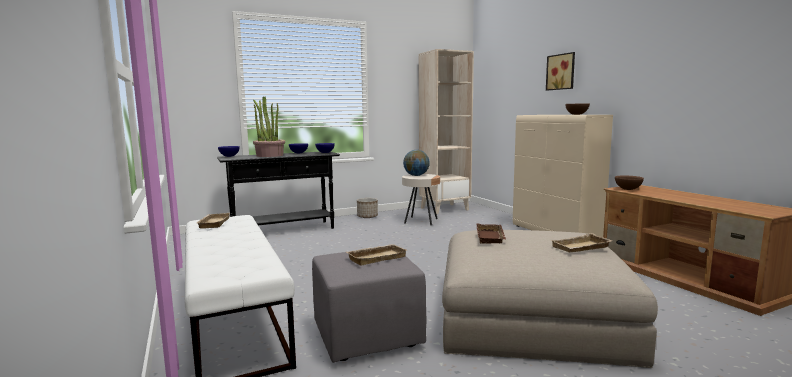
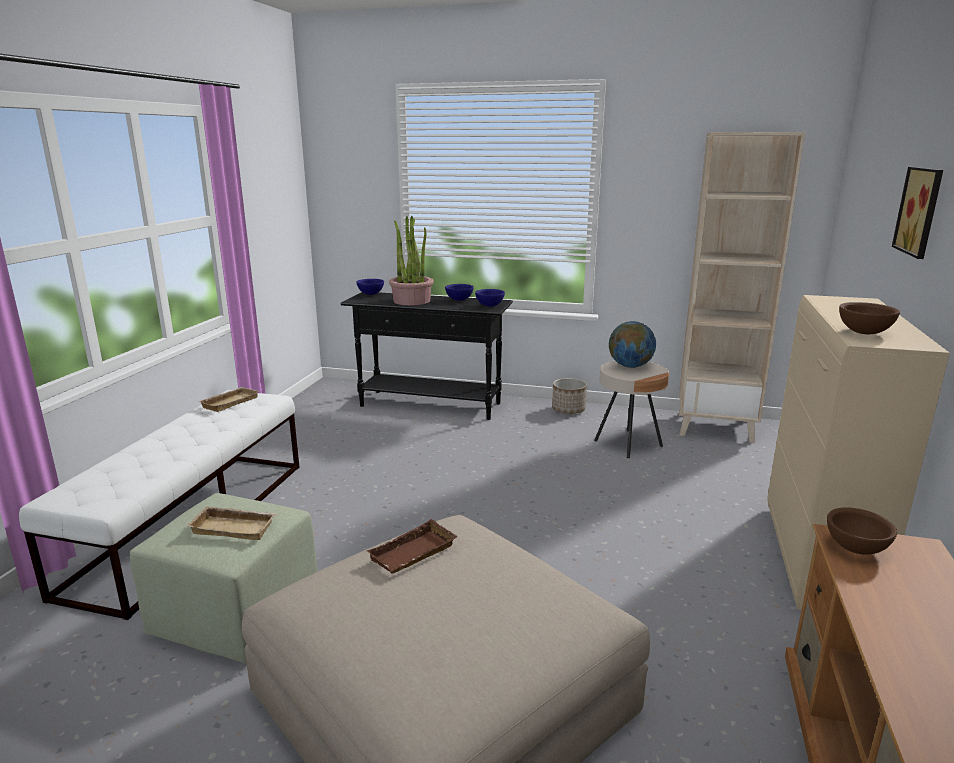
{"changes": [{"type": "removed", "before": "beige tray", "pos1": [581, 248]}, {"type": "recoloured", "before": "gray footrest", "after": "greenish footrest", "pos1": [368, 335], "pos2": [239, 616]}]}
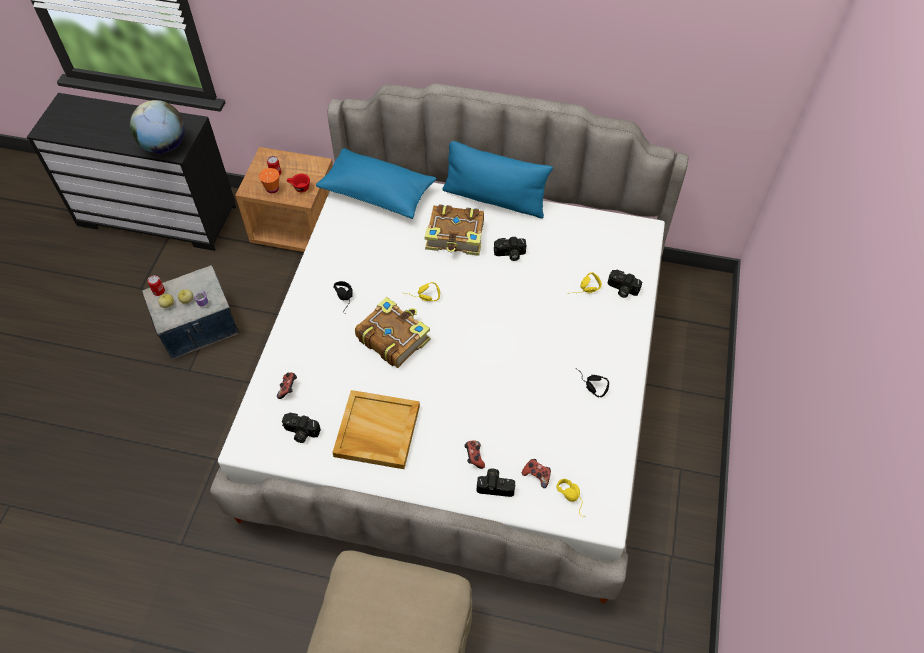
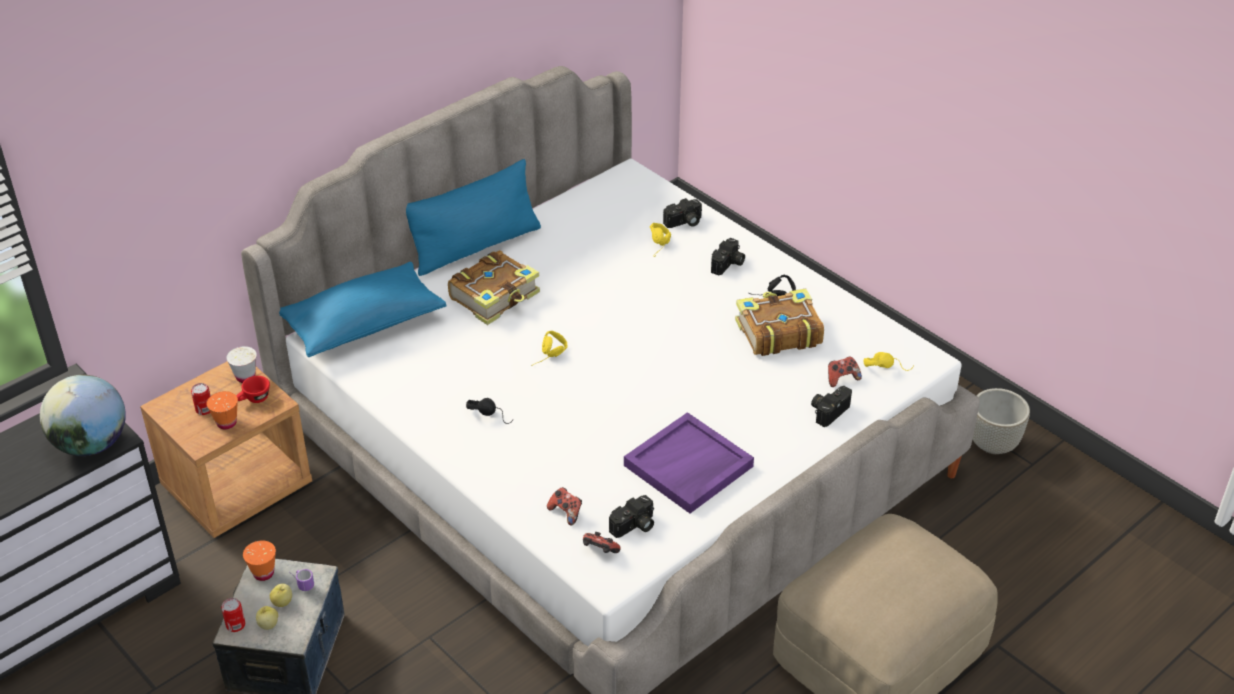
{"changes": [{"type": "moved", "before": "photo camera", "pos1": [509, 254], "pos2": [728, 265]}, {"type": "moved", "before": "volume", "pos1": [393, 338], "pos2": [777, 332]}, {"type": "recoloured", "before": "beige tray", "after": "purple tray", "pos1": [376, 431], "pos2": [688, 467]}, {"type": "moved", "before": "game controller", "pos1": [474, 457], "pos2": [599, 551]}, {"type": "added", "after": "whitish drinking cup", "pos2": [245, 377]}, {"type": "added", "after": "gray flower pot", "pos2": [993, 444]}, {"type": "added", "after": "orange-coloured drinking cup", "pos2": [263, 573]}]}
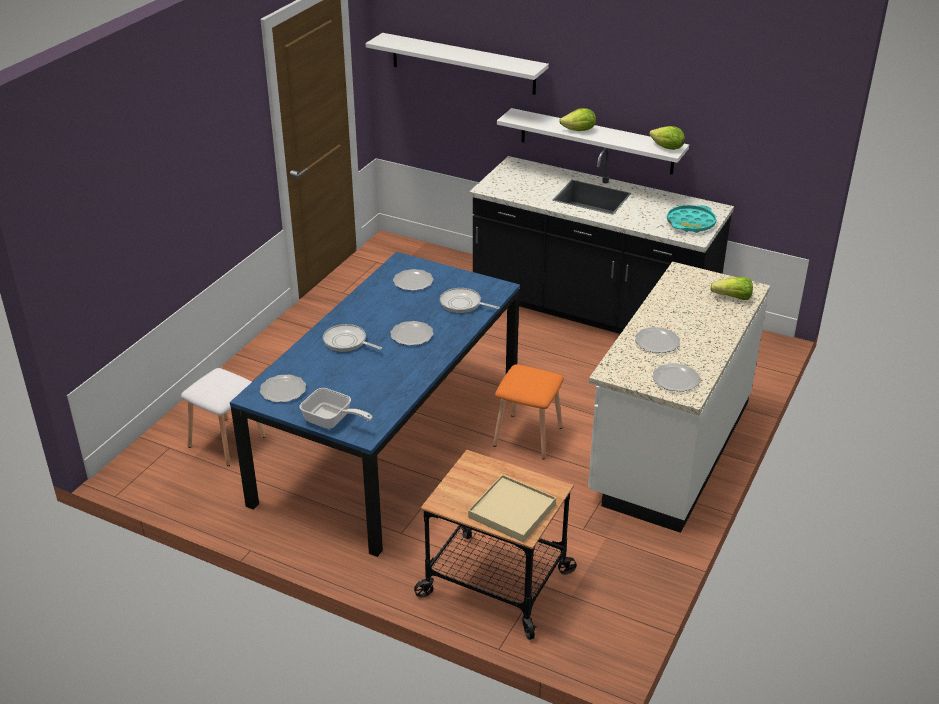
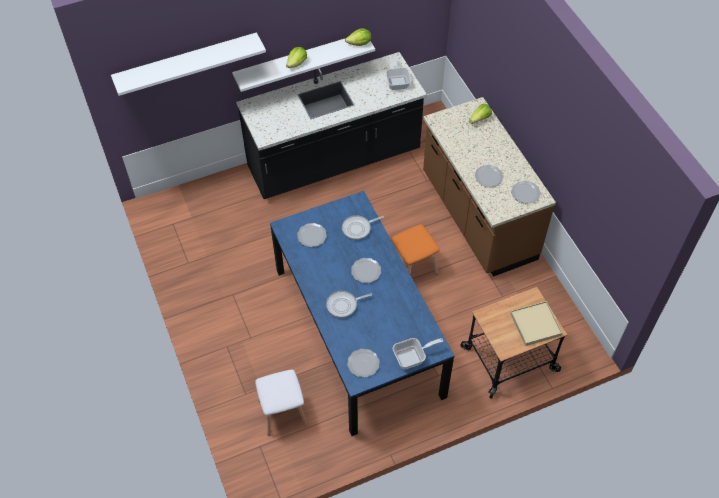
{"changes": [{"type": "replaced", "before": "turquoise tray", "after": "frying pan", "pos1": [690, 223], "pos2": [397, 81]}, {"type": "recoloured", "before": "whitish kitchen counter", "after": "brown kitchen counter", "pos1": [669, 448], "pos2": [477, 217]}]}
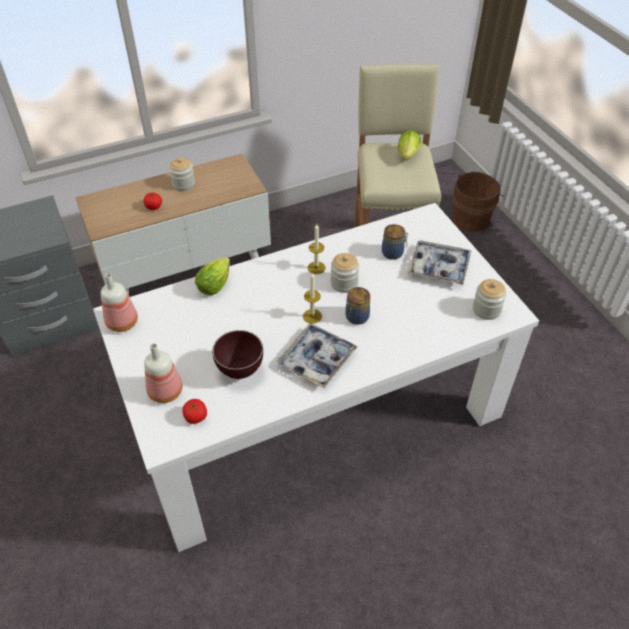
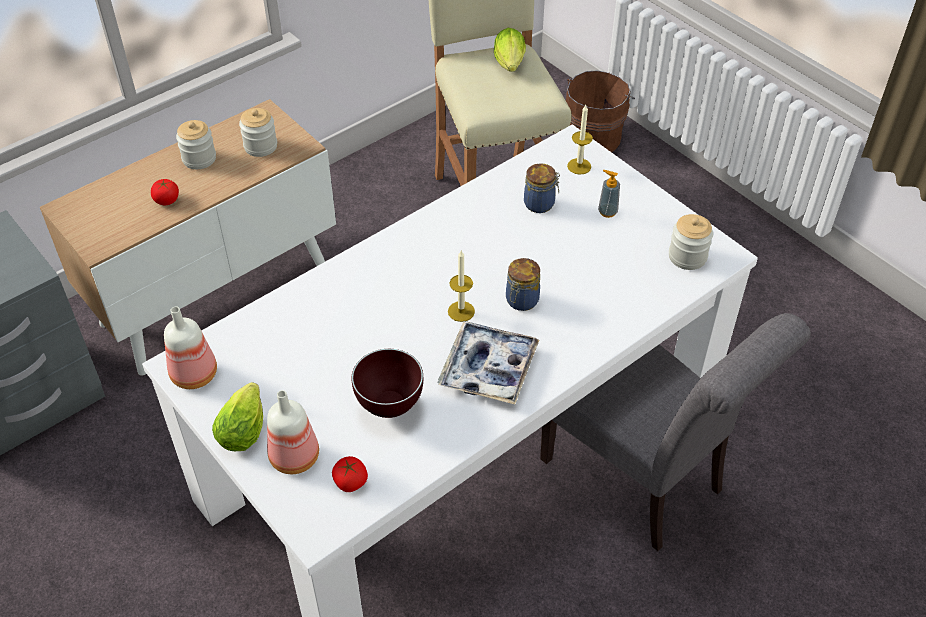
{"changes": [{"type": "moved", "before": "wax candle", "pos1": [316, 267], "pos2": [579, 166]}, {"type": "replaced", "before": "tray", "after": "soap dispenser", "pos1": [439, 267], "pos2": [607, 212]}, {"type": "moved", "before": "jar", "pos1": [344, 283], "pos2": [260, 146]}, {"type": "moved", "before": "head of lettuce", "pos1": [216, 283], "pos2": [244, 428]}, {"type": "added", "after": "gray chair", "pos2": [641, 480]}]}
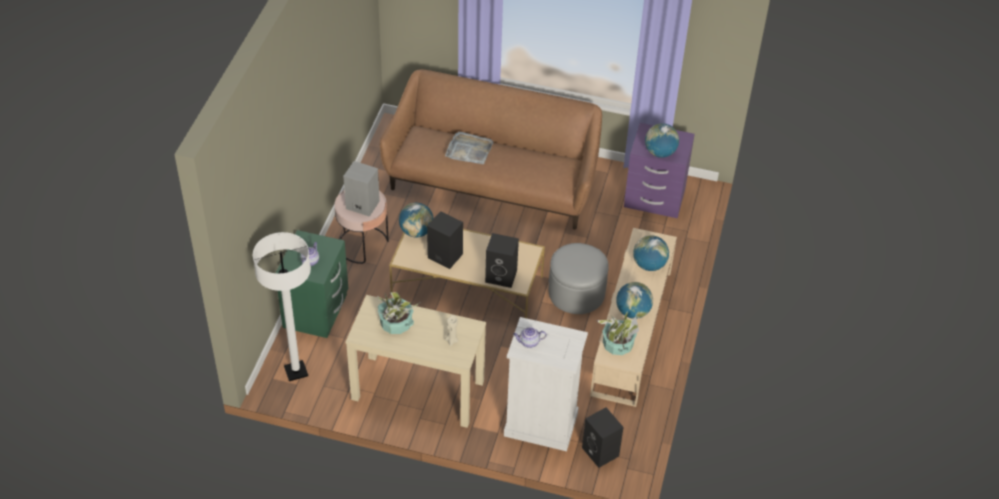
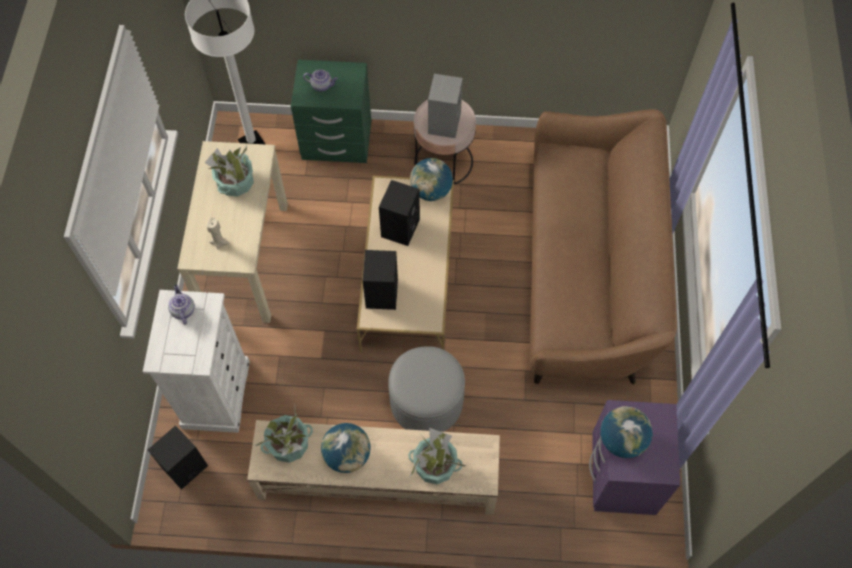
{"changes": [{"type": "removed", "before": "gray tray", "pos1": [469, 150]}, {"type": "replaced", "before": "desk globe", "after": "plant in a pot", "pos1": [649, 265], "pos2": [435, 465]}]}
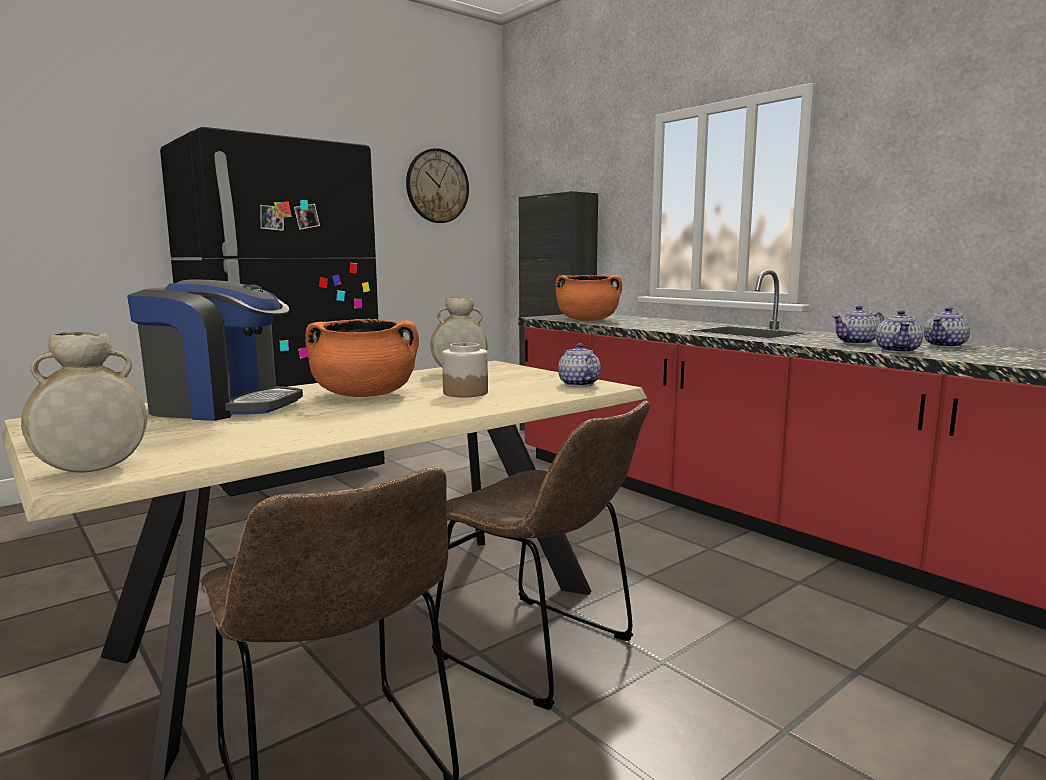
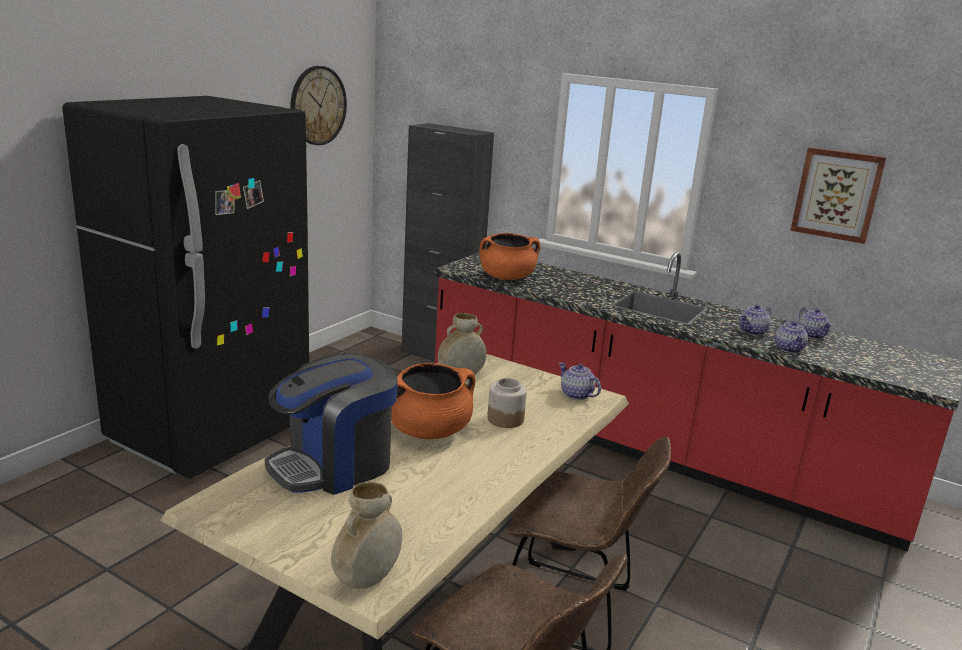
{"changes": [{"type": "turned", "before": "coffee maker", "pos1": [222, 407], "pos2": [334, 465], "turn": 150}, {"type": "turned", "before": "tea pot", "pos1": [945, 345], "pos2": [812, 335], "turn": -45}, {"type": "added", "after": "wall picture", "pos2": [837, 194]}]}
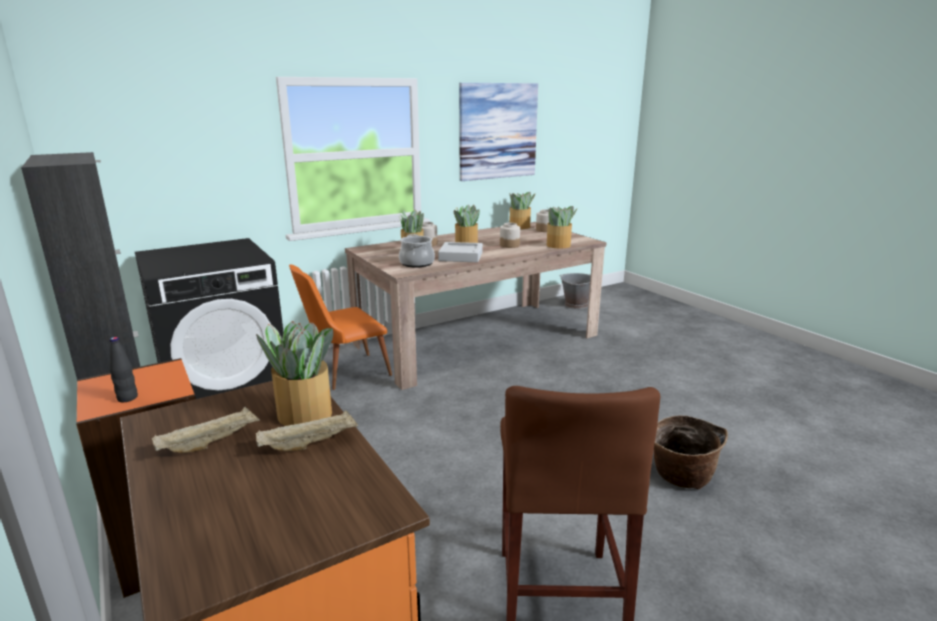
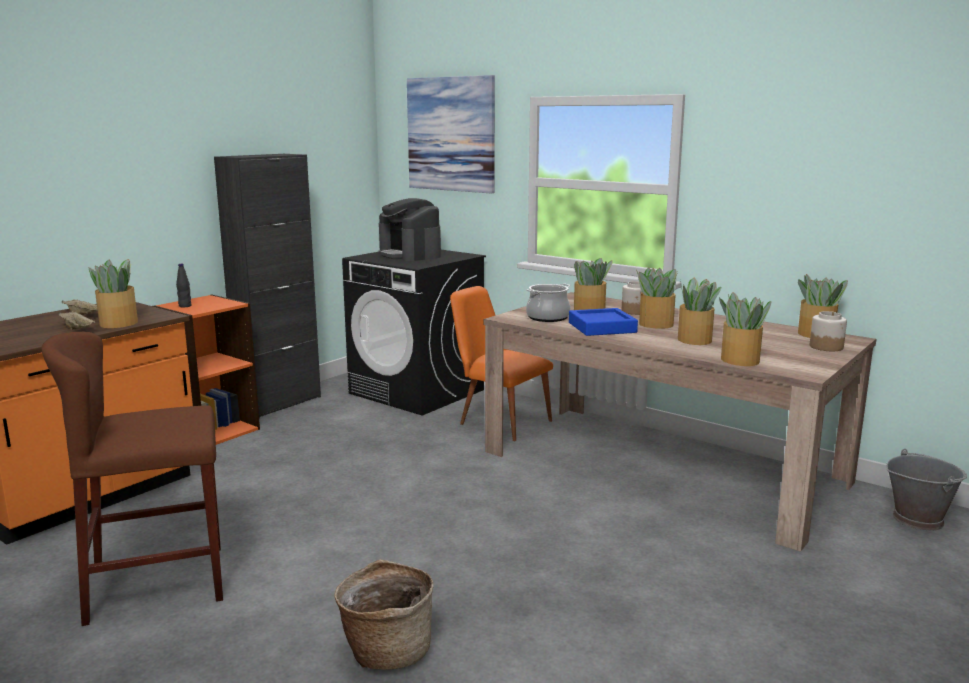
{"changes": [{"type": "moved", "before": "wall picture", "pos1": [498, 131], "pos2": [451, 134]}, {"type": "replaced", "before": "jar", "after": "plant in a pot", "pos1": [510, 245], "pos2": [694, 339]}, {"type": "recoloured", "before": "gray tray", "after": "blue tray", "pos1": [461, 256], "pos2": [602, 327]}, {"type": "added", "after": "coffee maker", "pos2": [410, 255]}]}
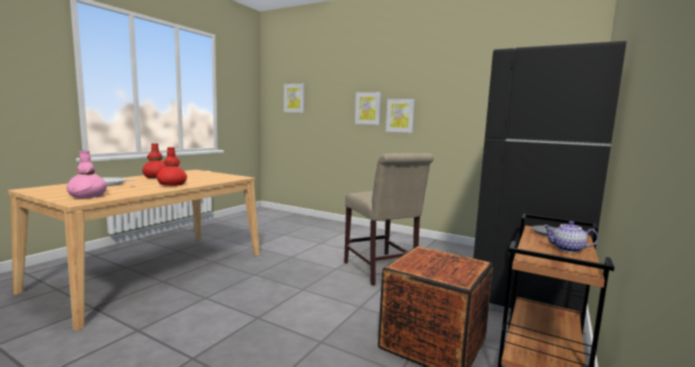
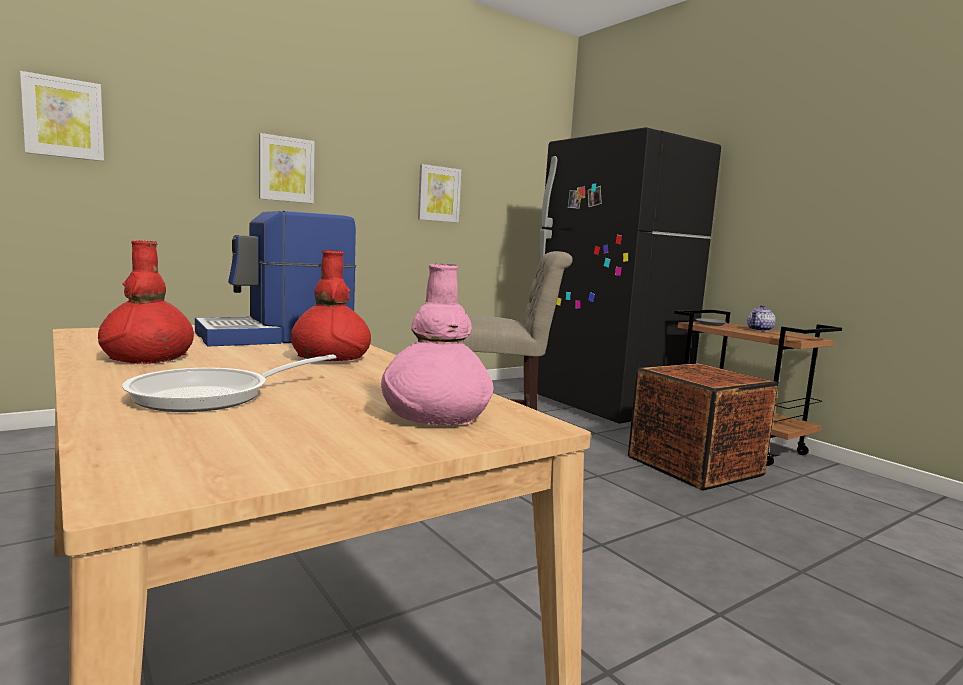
{"changes": [{"type": "moved", "before": "wall picture", "pos1": [400, 115], "pos2": [438, 194]}, {"type": "added", "after": "coffee maker", "pos2": [277, 337]}]}
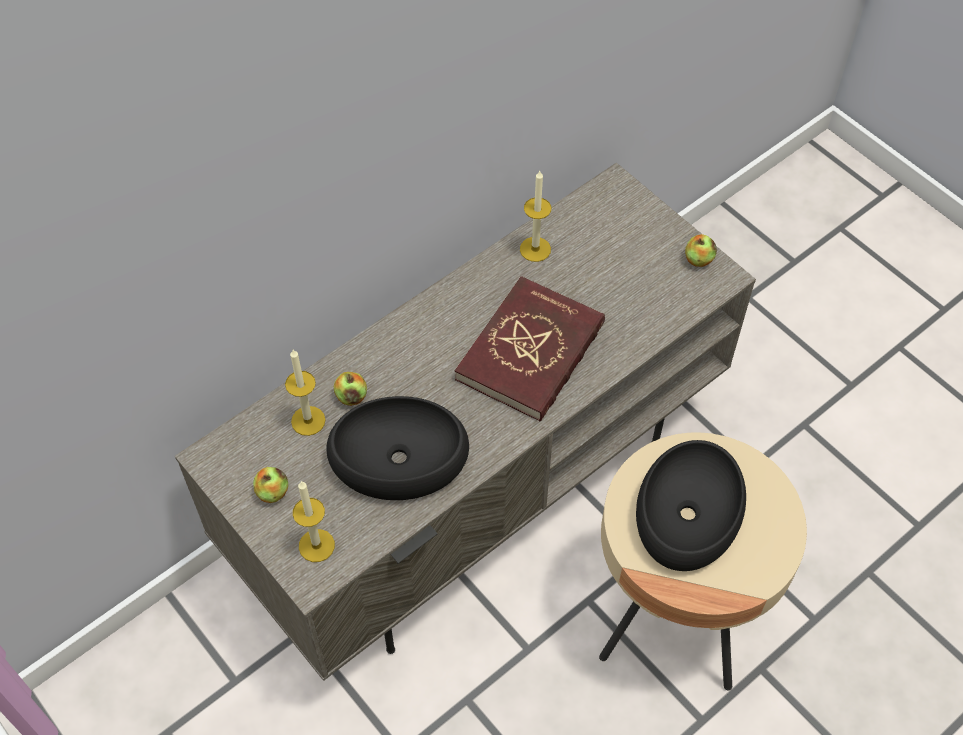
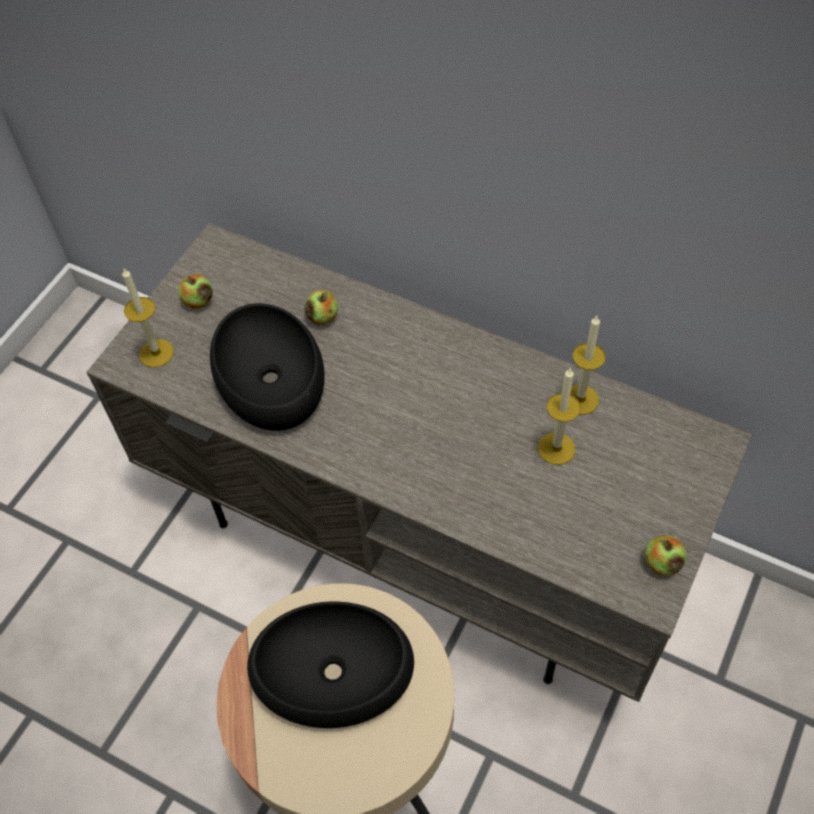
{"changes": [{"type": "removed", "before": "red volume", "pos1": [531, 352]}, {"type": "moved", "before": "wax candle", "pos1": [308, 420], "pos2": [556, 448]}]}
